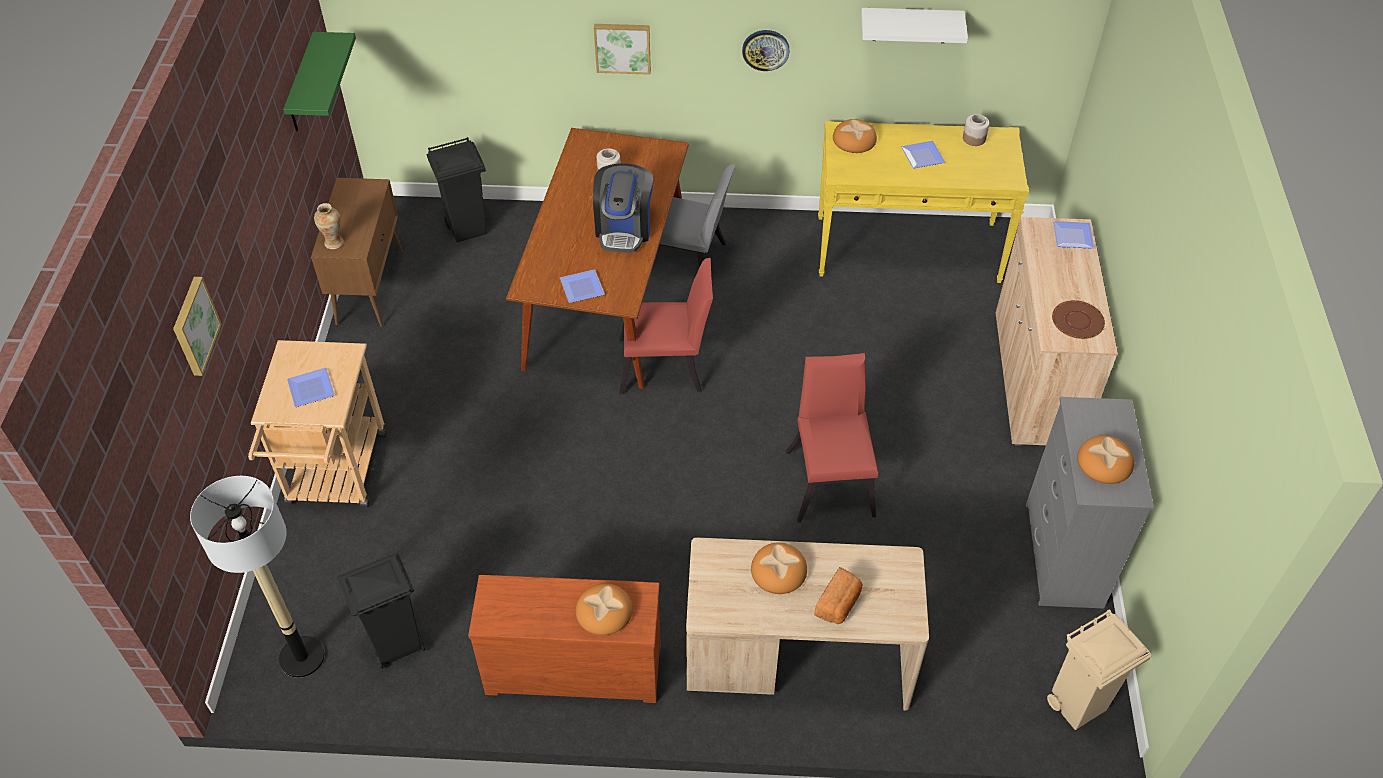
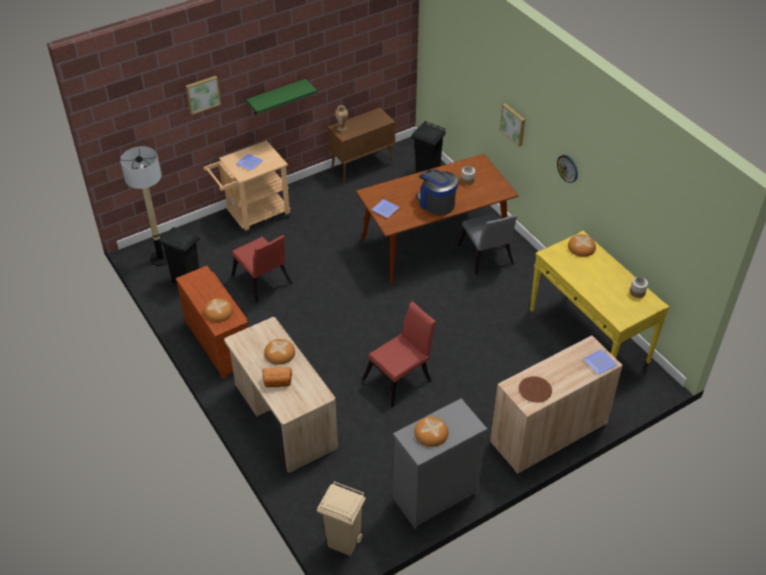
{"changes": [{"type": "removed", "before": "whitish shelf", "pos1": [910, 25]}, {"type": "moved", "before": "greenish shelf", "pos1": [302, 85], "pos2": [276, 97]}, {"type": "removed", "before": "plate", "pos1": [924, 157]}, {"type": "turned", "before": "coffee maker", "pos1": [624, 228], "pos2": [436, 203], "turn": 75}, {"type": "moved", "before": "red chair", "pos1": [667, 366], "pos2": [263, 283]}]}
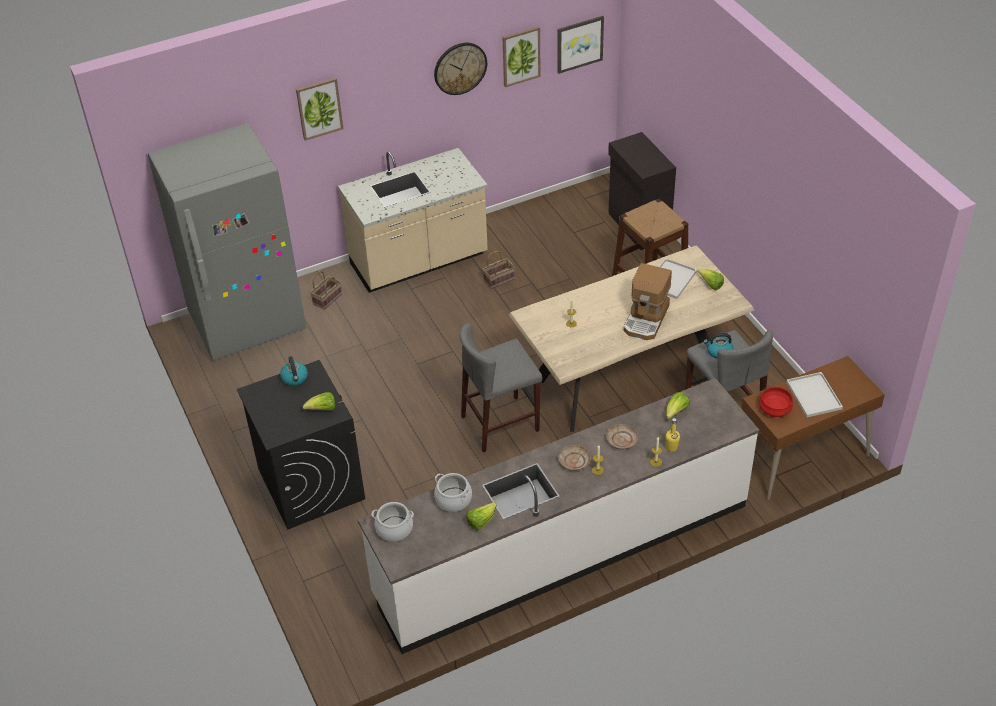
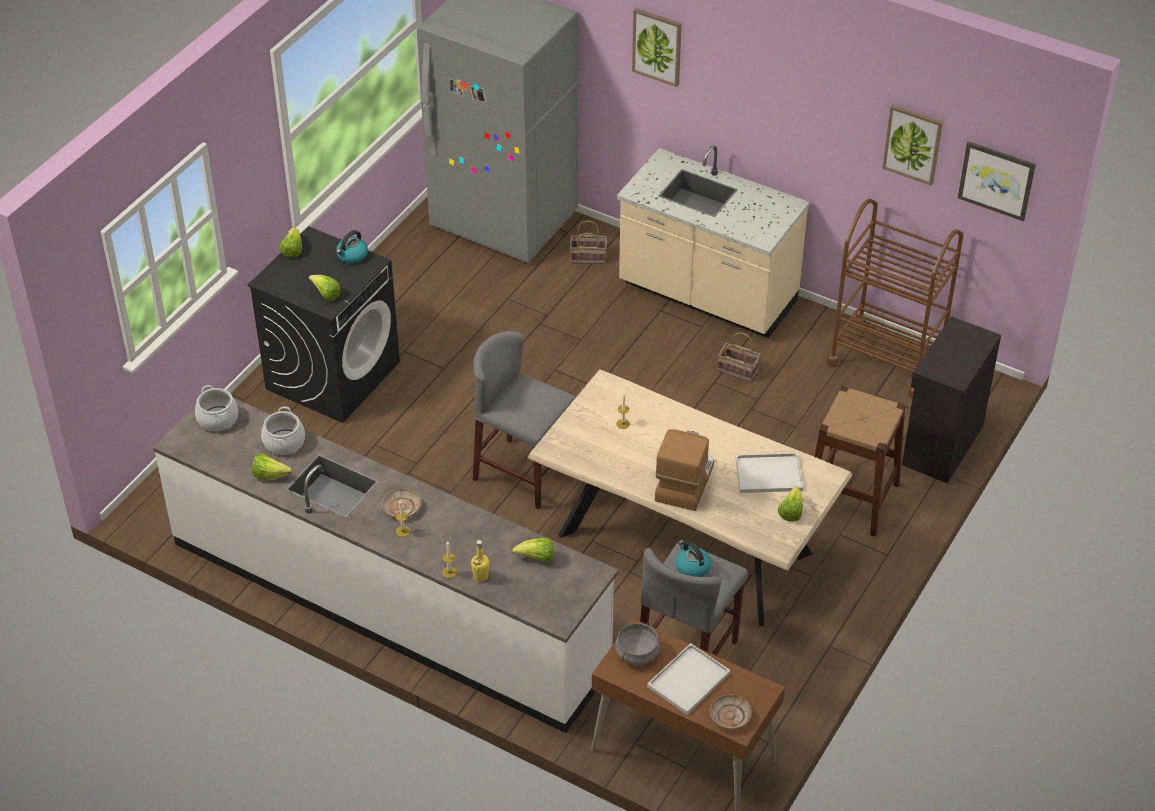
{"changes": [{"type": "removed", "before": "hanging clock", "pos1": [460, 68]}, {"type": "turned", "before": "coffee maker", "pos1": [647, 319], "pos2": [683, 481], "turn": 120}, {"type": "recoloured", "before": "red saucepot", "after": "gray saucepot", "pos1": [774, 409], "pos2": [637, 652]}, {"type": "moved", "before": "beige plate", "pos1": [621, 440], "pos2": [730, 716]}, {"type": "added", "after": "brown trolley", "pos2": [886, 359]}, {"type": "added", "after": "head of lettuce", "pos2": [292, 250]}]}
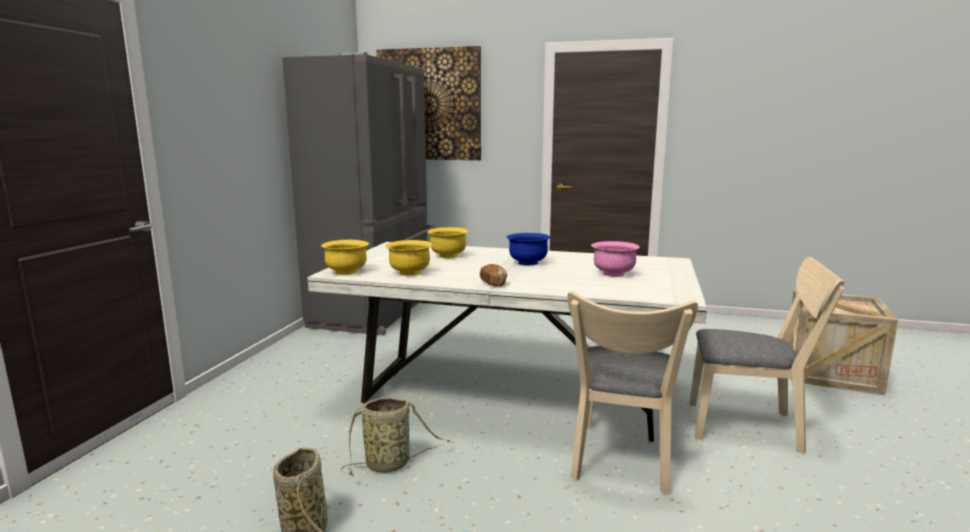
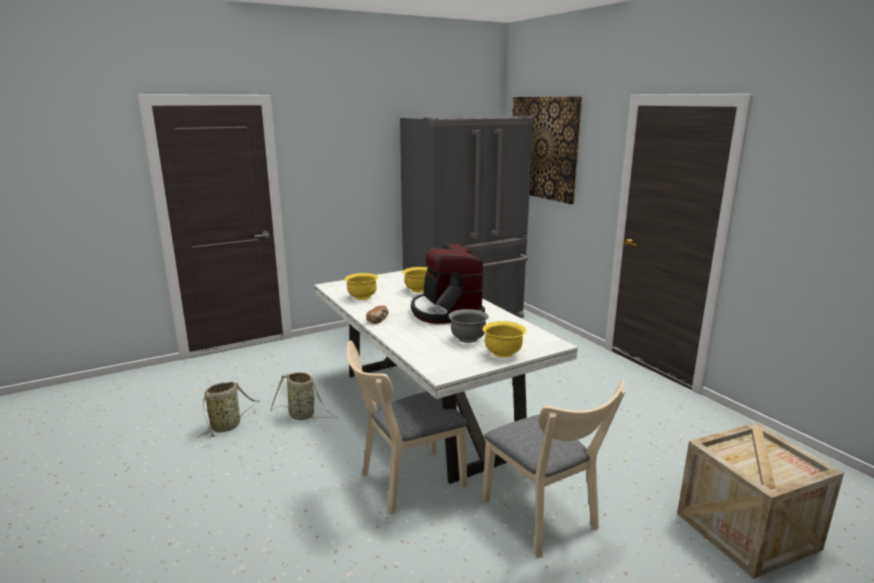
{"changes": [{"type": "replaced", "before": "blue bowl", "after": "coffee maker", "pos1": [527, 263], "pos2": [445, 311]}, {"type": "moved", "before": "yellow bowl", "pos1": [347, 272], "pos2": [503, 353]}, {"type": "recoloured", "before": "pink bowl", "after": "gray bowl", "pos1": [613, 274], "pos2": [468, 339]}]}
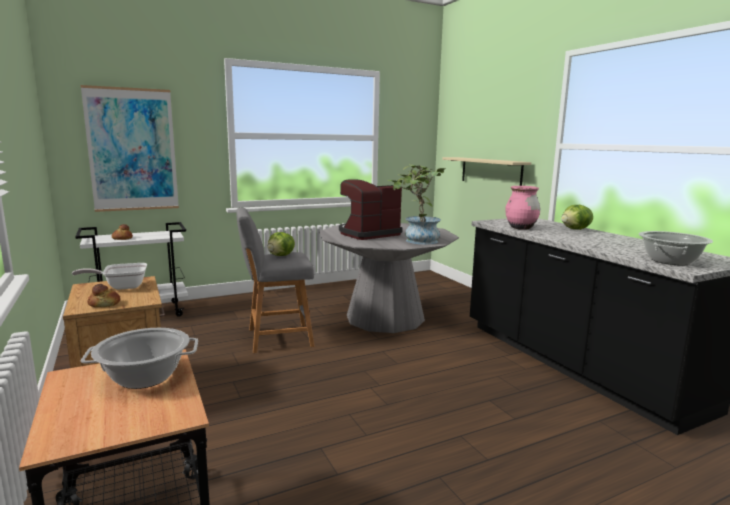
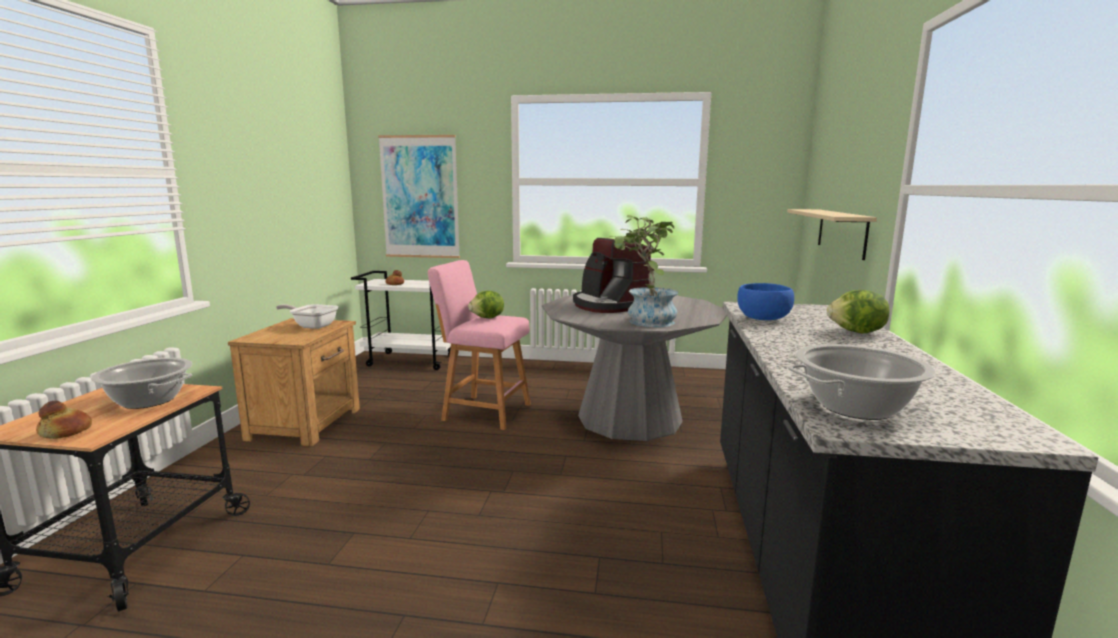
{"changes": [{"type": "turned", "before": "coffee maker", "pos1": [368, 234], "pos2": [608, 305], "turn": -120}, {"type": "replaced", "before": "pink decorative vase", "after": "blue bowl", "pos1": [521, 228], "pos2": [763, 319]}, {"type": "recoloured", "before": "gray stool", "after": "pink stool", "pos1": [276, 338], "pos2": [483, 411]}, {"type": "moved", "before": "bakery bread", "pos1": [105, 304], "pos2": [66, 431]}]}
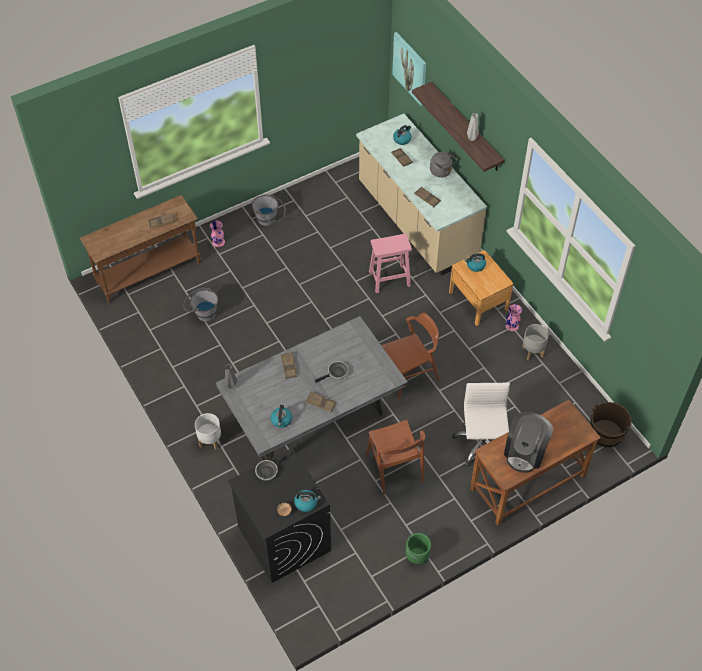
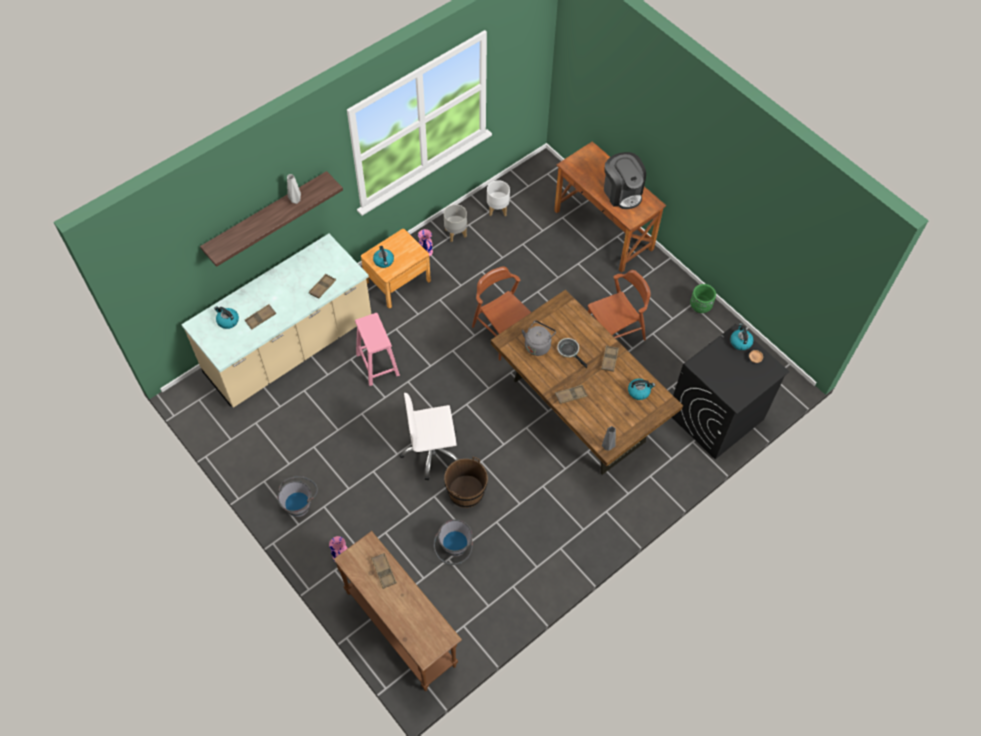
{"changes": [{"type": "removed", "before": "wall picture", "pos1": [410, 68]}, {"type": "moved", "before": "gray tea kettle", "pos1": [442, 172], "pos2": [538, 345]}, {"type": "recoloured", "before": "gray dining table", "after": "brown dining table", "pos1": [313, 423], "pos2": [579, 411]}, {"type": "moved", "before": "whitish computer chair", "pos1": [481, 444], "pos2": [431, 452]}, {"type": "moved", "before": "brown pail", "pos1": [606, 434], "pos2": [466, 491]}, {"type": "turned", "before": "coffee maker", "pos1": [525, 452], "pos2": [622, 192], "turn": 45}, {"type": "moved", "before": "whitish flower pot", "pos1": [210, 441], "pos2": [497, 209]}, {"type": "removed", "before": "frying pan", "pos1": [268, 470]}]}
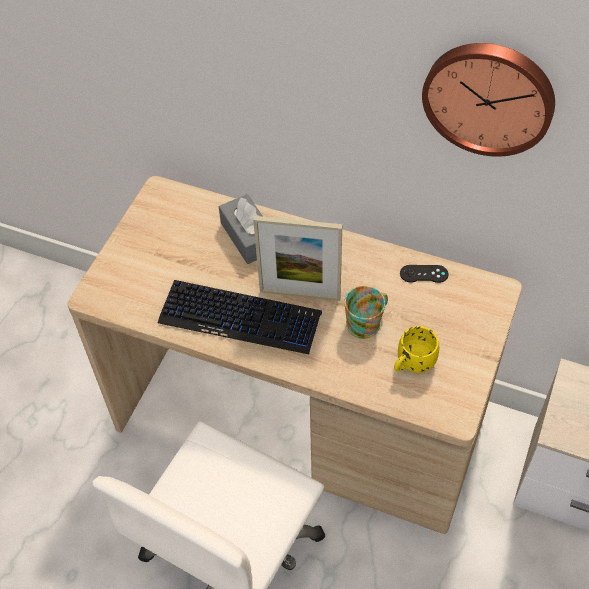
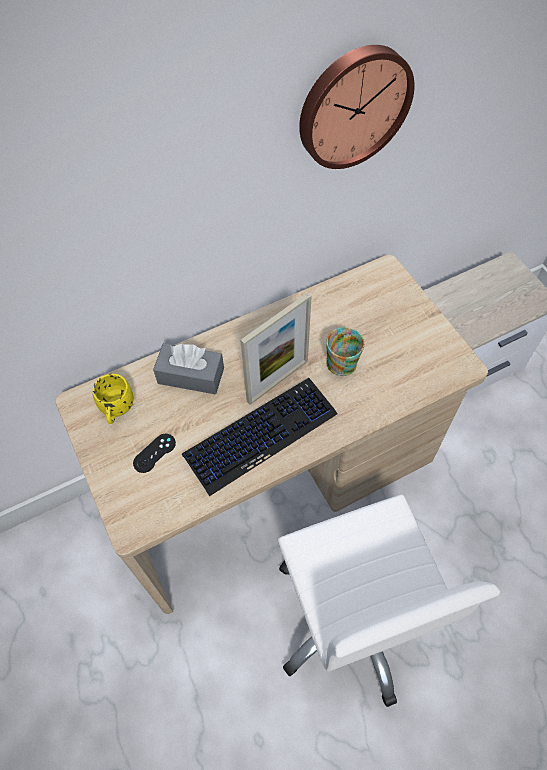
{"changes": [{"type": "moved", "before": "black game controller", "pos1": [424, 274], "pos2": [154, 453]}, {"type": "moved", "before": "yellow tea mug", "pos1": [412, 364], "pos2": [117, 409]}]}
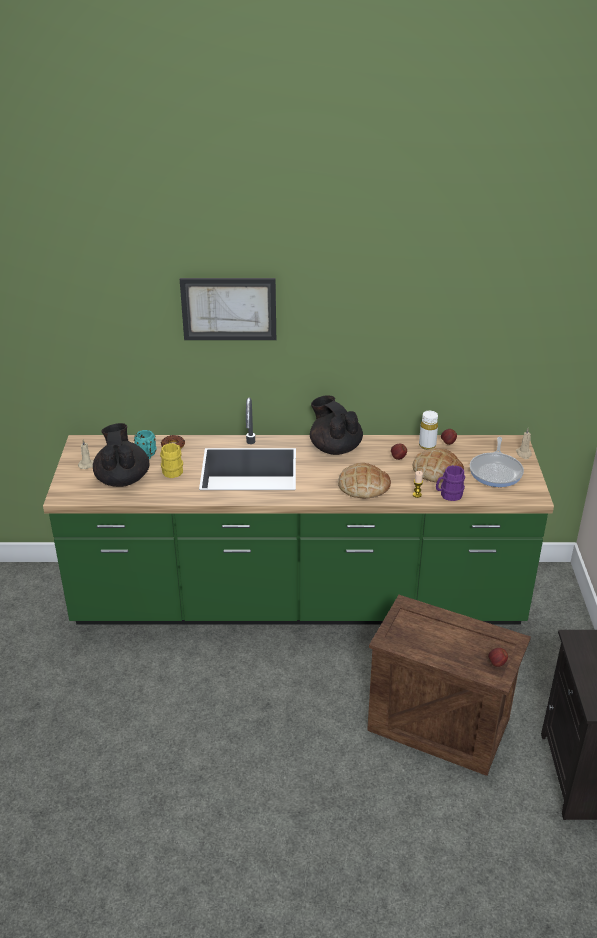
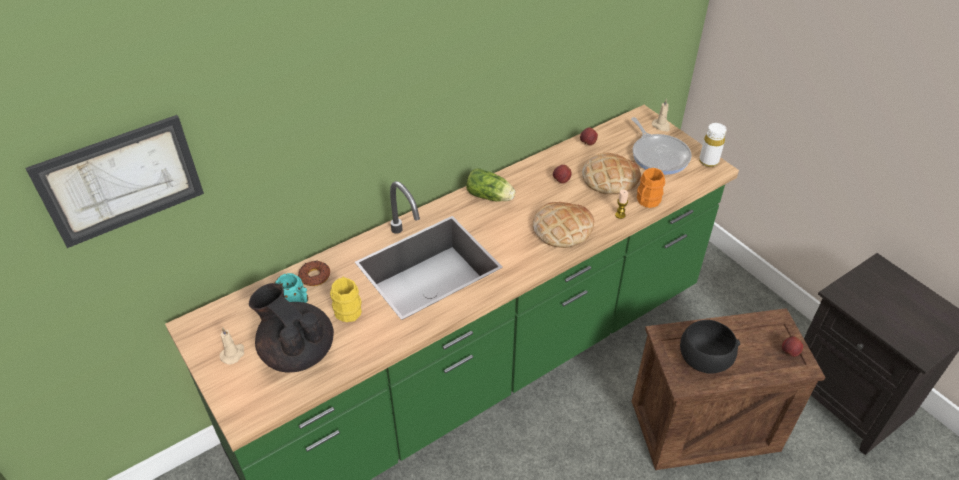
{"changes": [{"type": "moved", "before": "wall picture", "pos1": [229, 308], "pos2": [120, 180]}, {"type": "replaced", "before": "black tea pot", "after": "head of lettuce", "pos1": [335, 448], "pos2": [491, 197]}, {"type": "moved", "before": "whitish drink bottle", "pos1": [427, 445], "pos2": [708, 161]}, {"type": "recoloured", "before": "purple tea mug", "after": "orange-coloured tea mug", "pos1": [448, 495], "pos2": [646, 201]}, {"type": "added", "after": "black bowl", "pos2": [702, 360]}]}
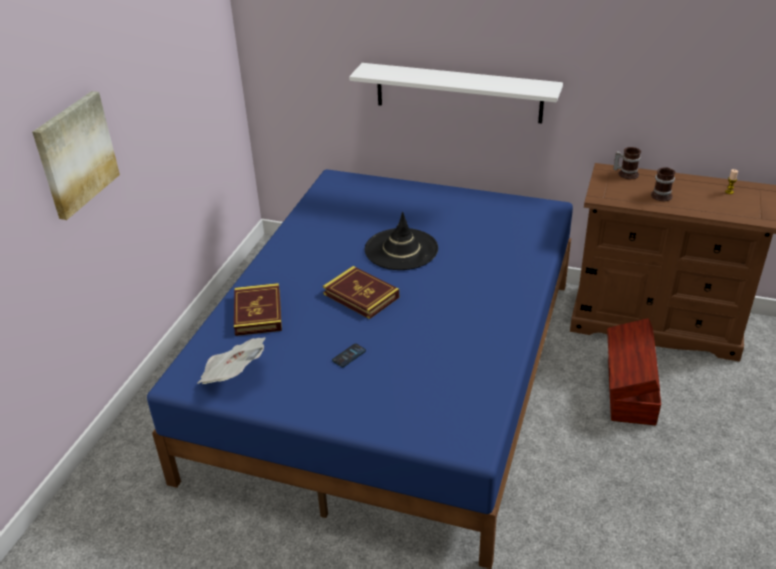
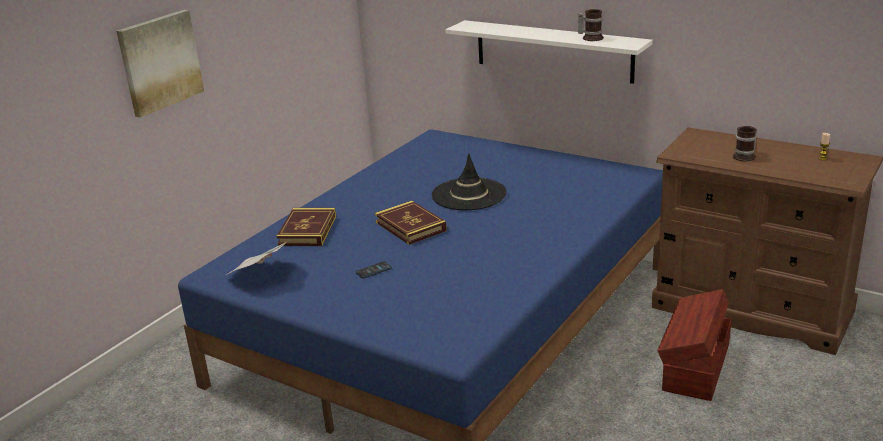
{"changes": [{"type": "moved", "before": "tea mug", "pos1": [626, 173], "pos2": [591, 37]}]}
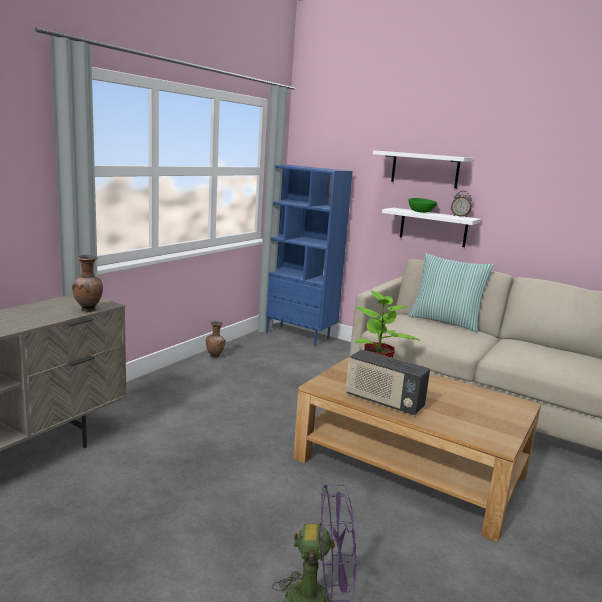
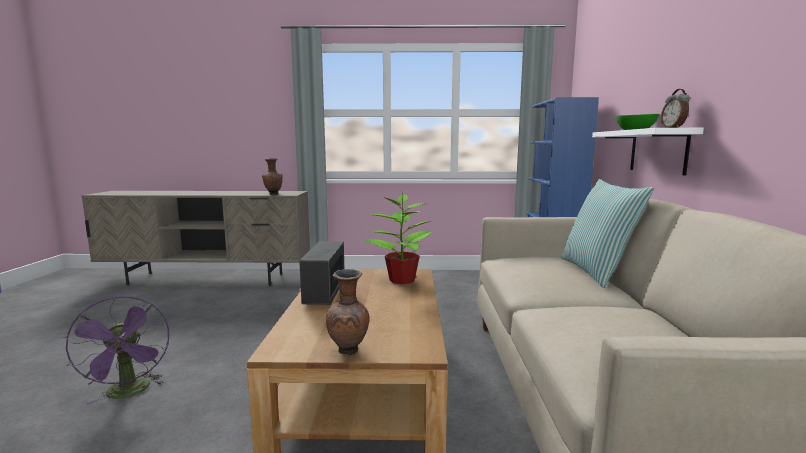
{"changes": [{"type": "removed", "before": "whitish shelf", "pos1": [425, 169]}, {"type": "moved", "before": "brown decorative vase", "pos1": [215, 357], "pos2": [349, 352]}]}
